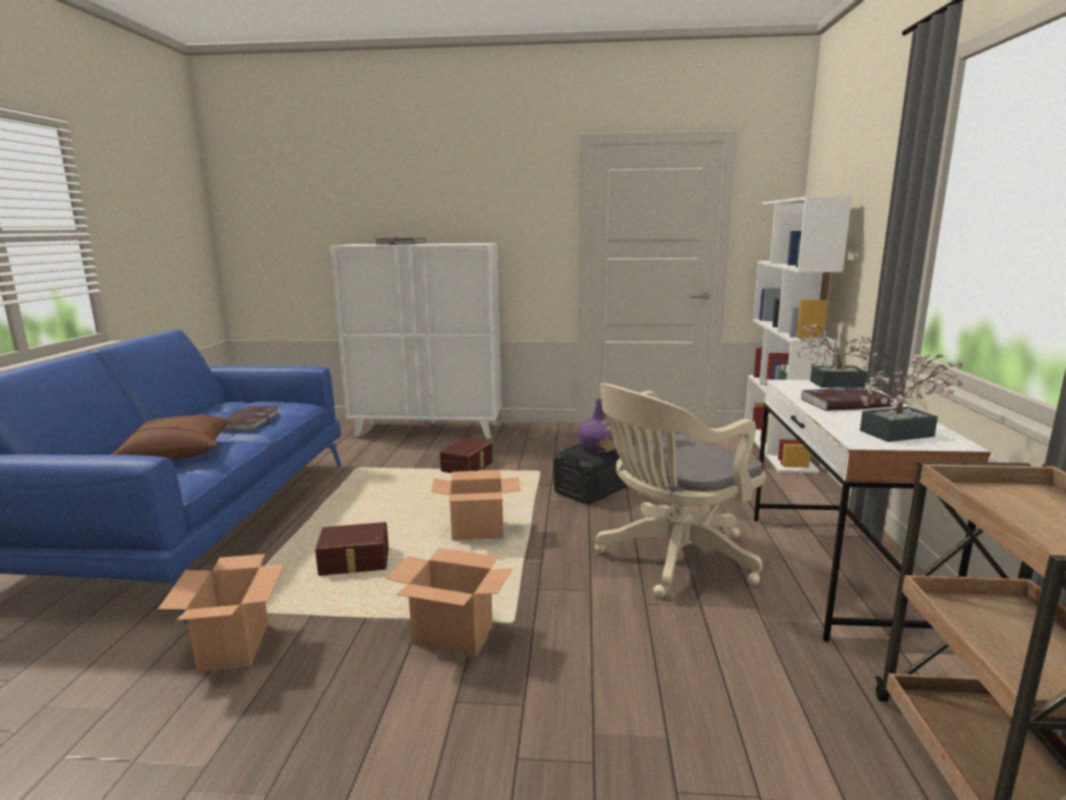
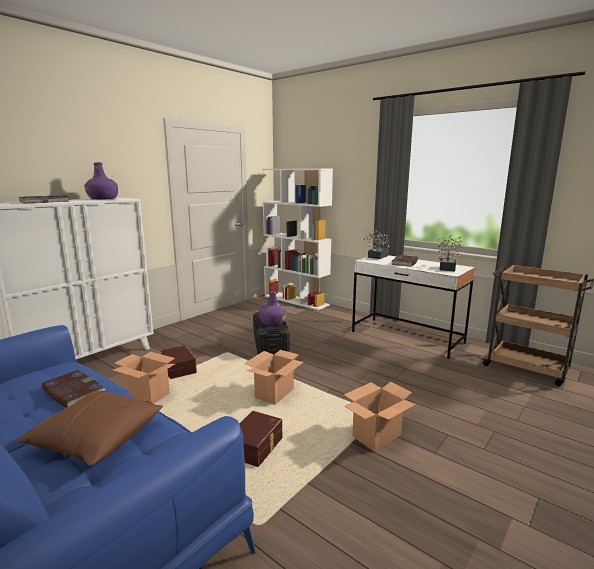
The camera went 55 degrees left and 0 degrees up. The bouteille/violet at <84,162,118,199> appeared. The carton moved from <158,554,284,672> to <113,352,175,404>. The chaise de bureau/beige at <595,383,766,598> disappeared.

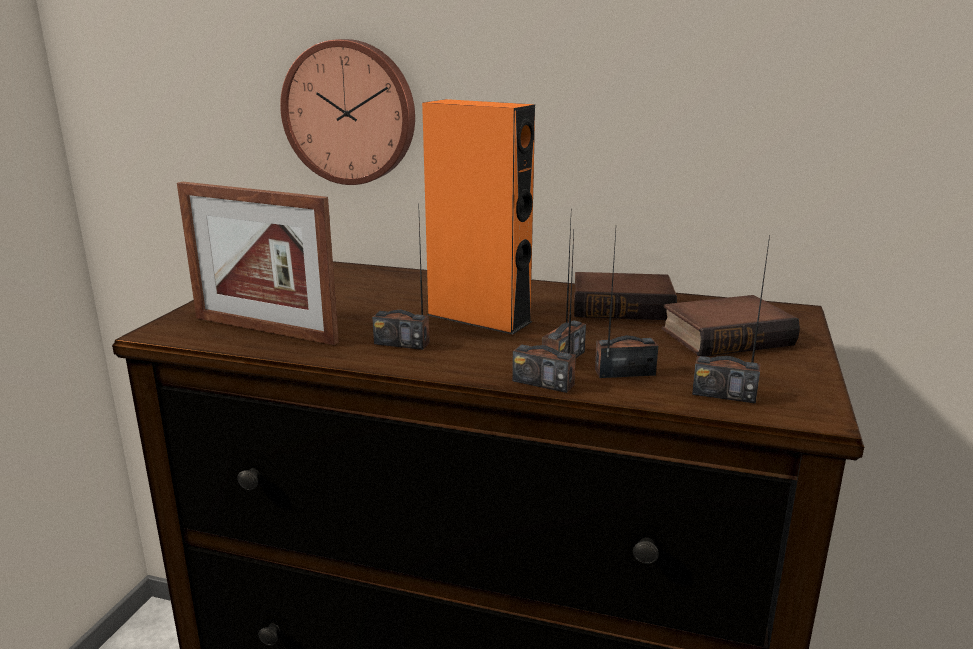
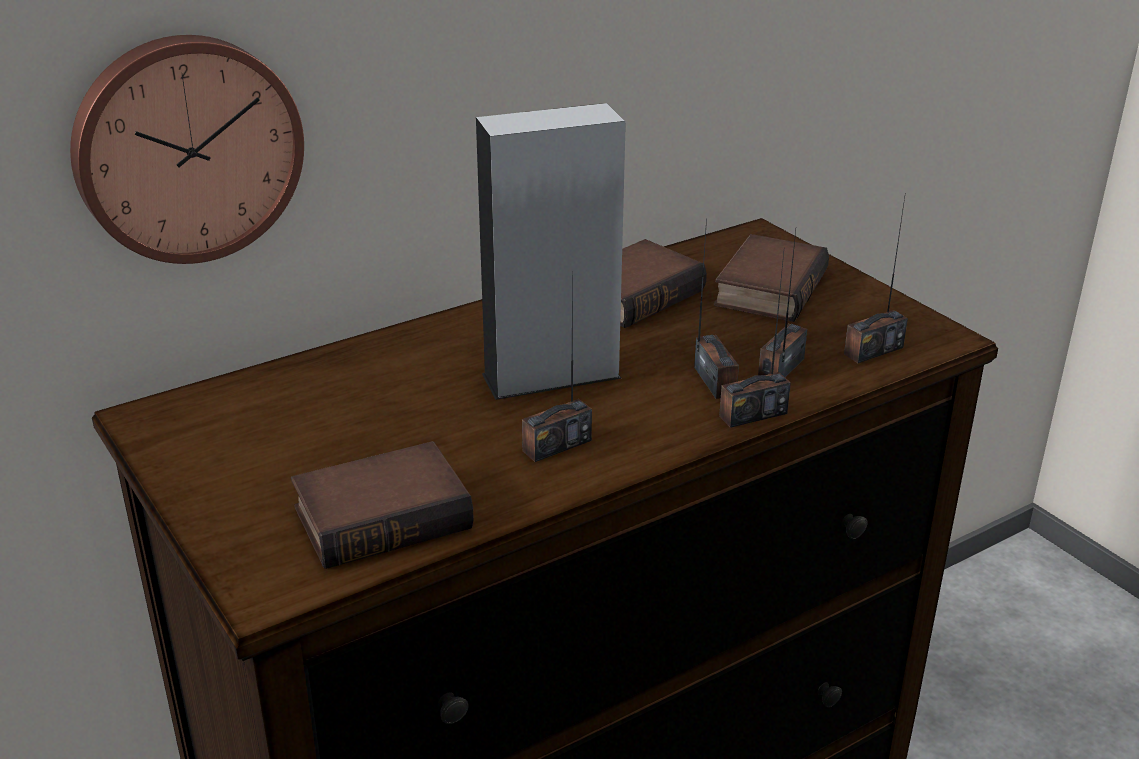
The camera went 50 degrees left and 10 degrees up. The cadre photo at <177,182,339,345> was replaced by the livre at <291,441,474,569>. The enceinte/orange at <422,99,535,335> became the enceinte/gris at <476,103,626,400>.

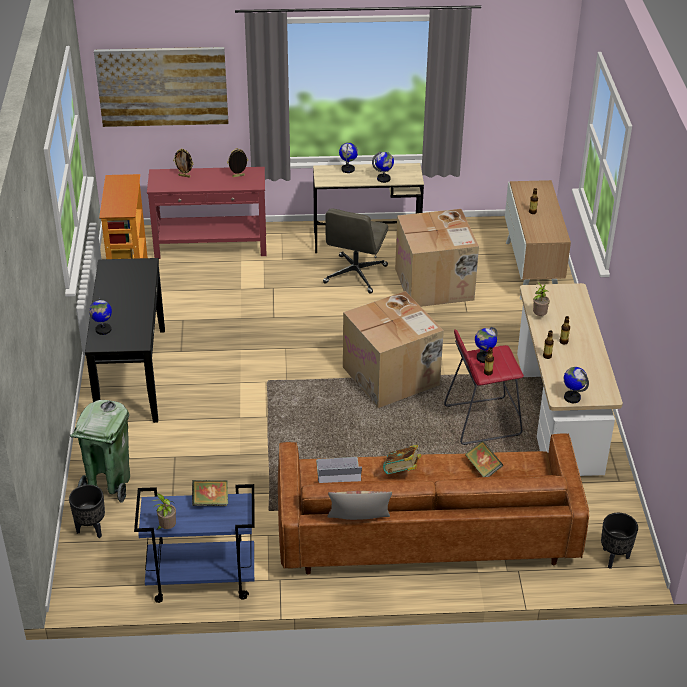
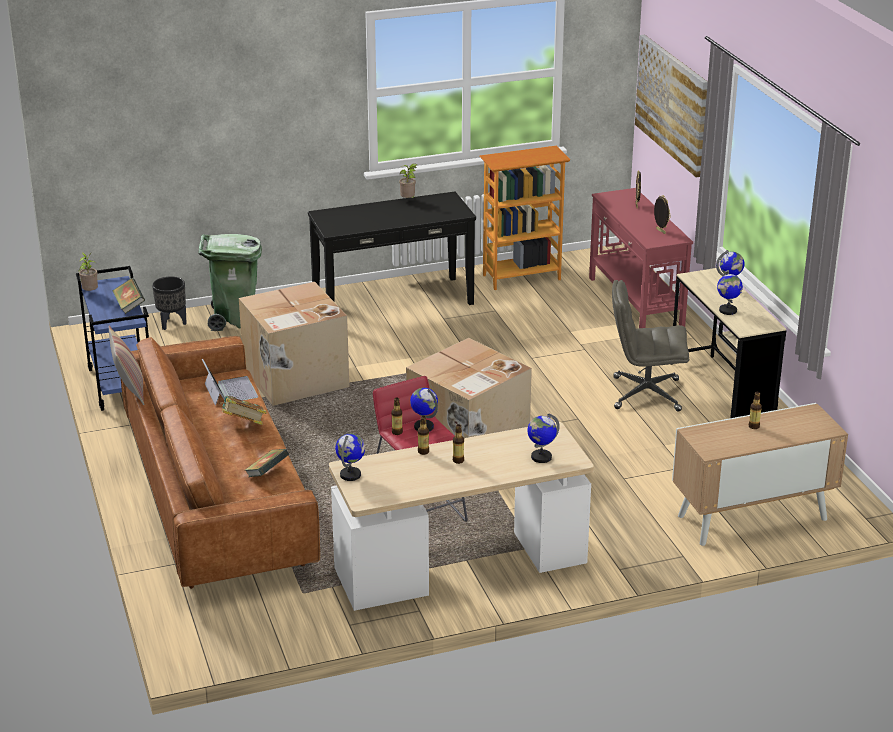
The camera went 75 degrees right and 10 degrees down. The carton moved from <395,209,479,307> to <239,282,349,406>. The plante en pot moved from <533,282,550,316> to <399,164,417,198>. The globe moved from <89,297,112,335> to <527,414,560,463>. The cache-pot/noir at <601,513,638,569> disappeared.

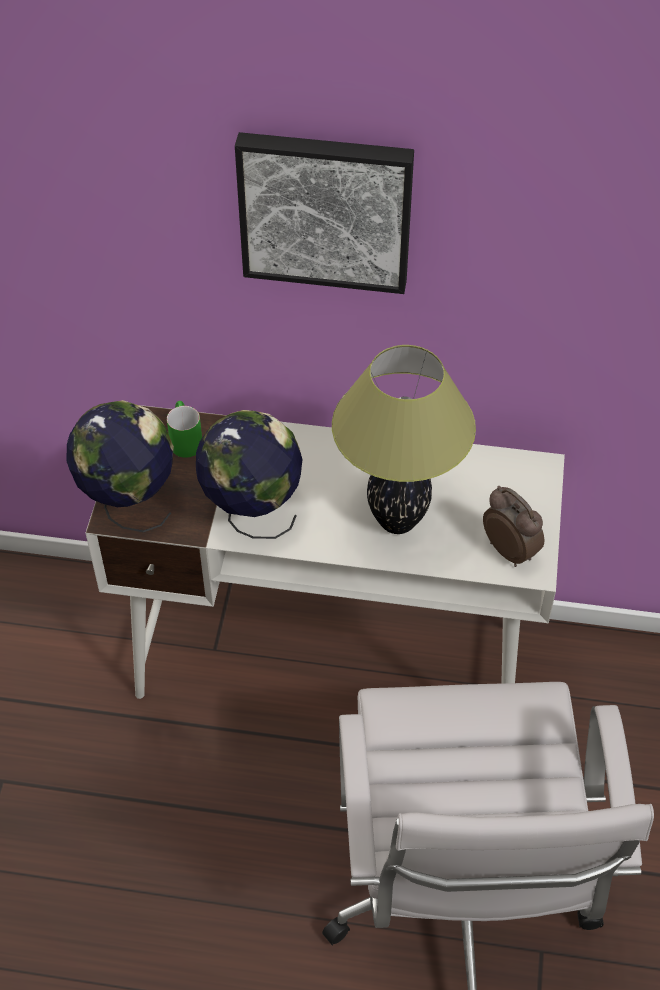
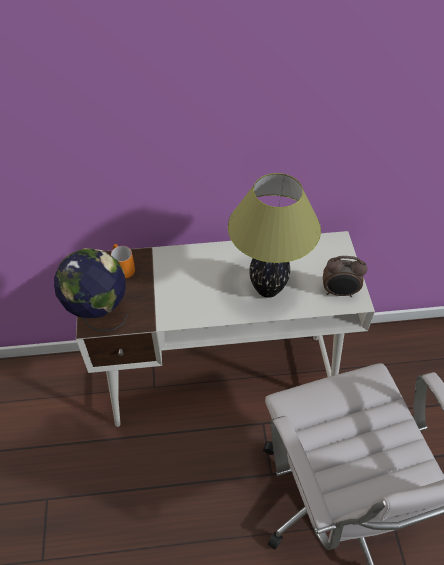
The camera went 15 degrees left and 0 degrees up. The mug/vert at <167,401,202,458> became the mug/orange at <111,244,135,278>. The réveil at <483,486,544,567> turned 150 degrees clockwise. The globe at <196,410,302,539> disappeared. The tableau at <235,132,414,294> disappeared.

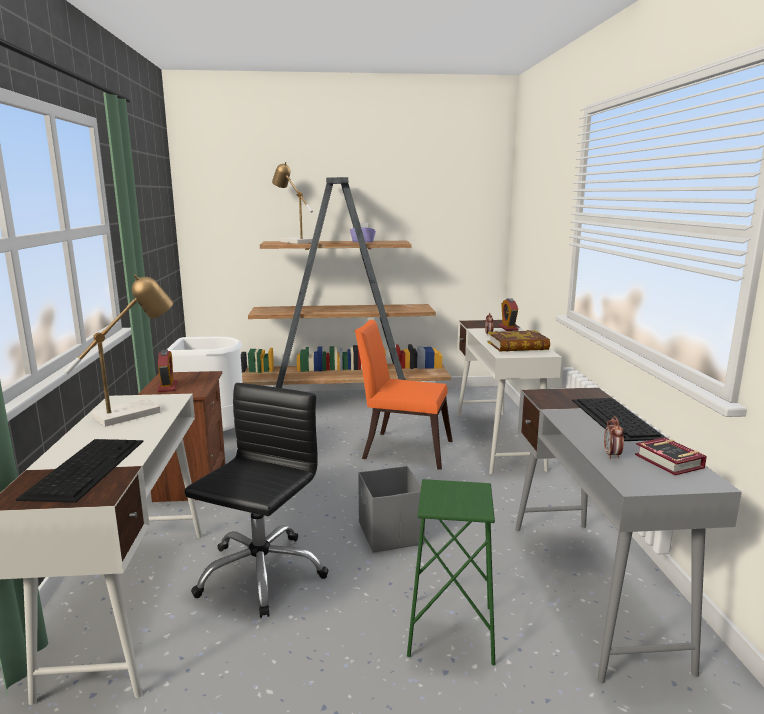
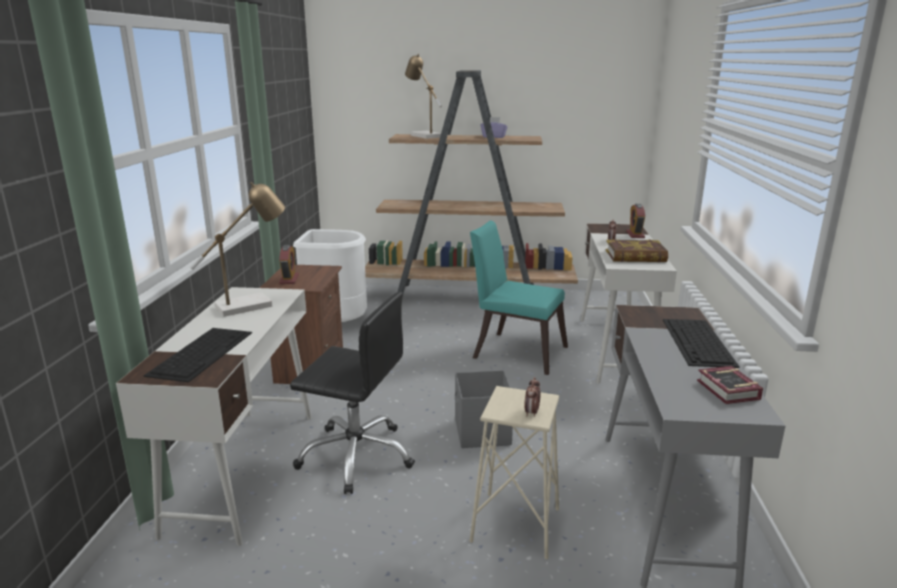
The camera went 10 degrees right and 5 degrees up. The chaise de bureau/noir at <185,383,329,618> turned 75 degrees clockwise. The tabouret/vert at <407,479,495,665> became the tabouret/beige at <469,386,559,559>. The chaise/orange at <355,320,452,470> became the chaise/turquoise at <470,221,568,375>. The réveil moved from <604,416,624,459> to <524,377,541,417>.

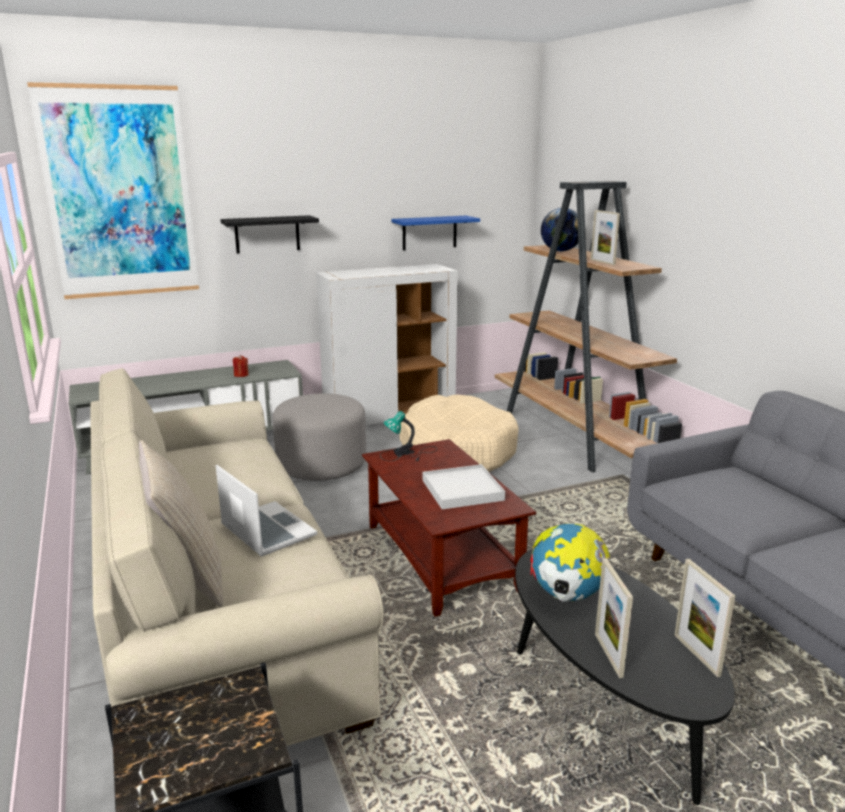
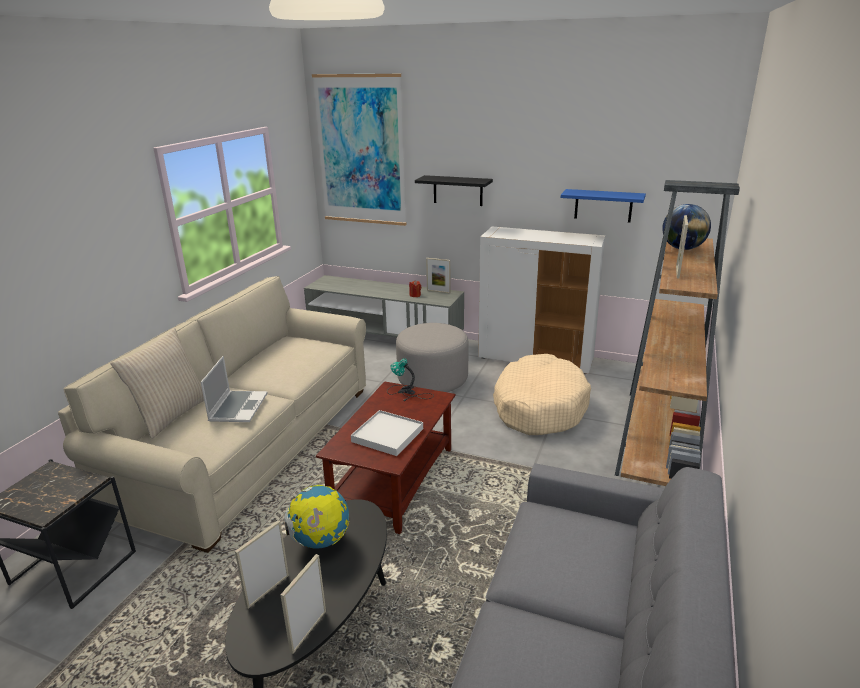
The camera went 45 degrees right and 5 degrees up. The cadre photo at <426,258,450,293> appeared.

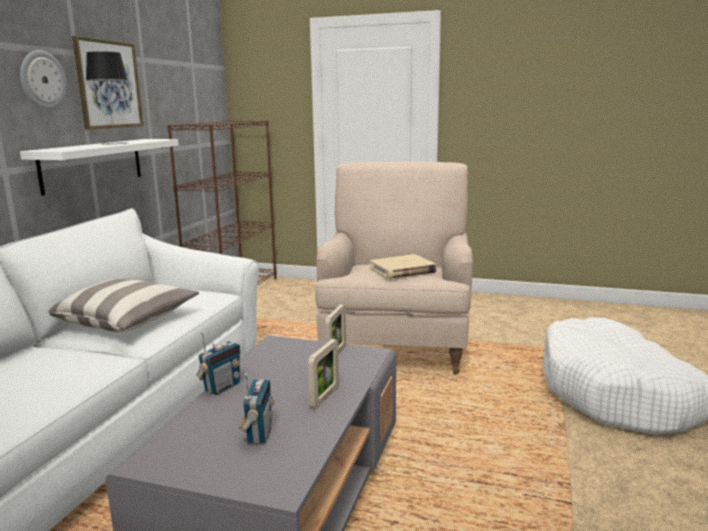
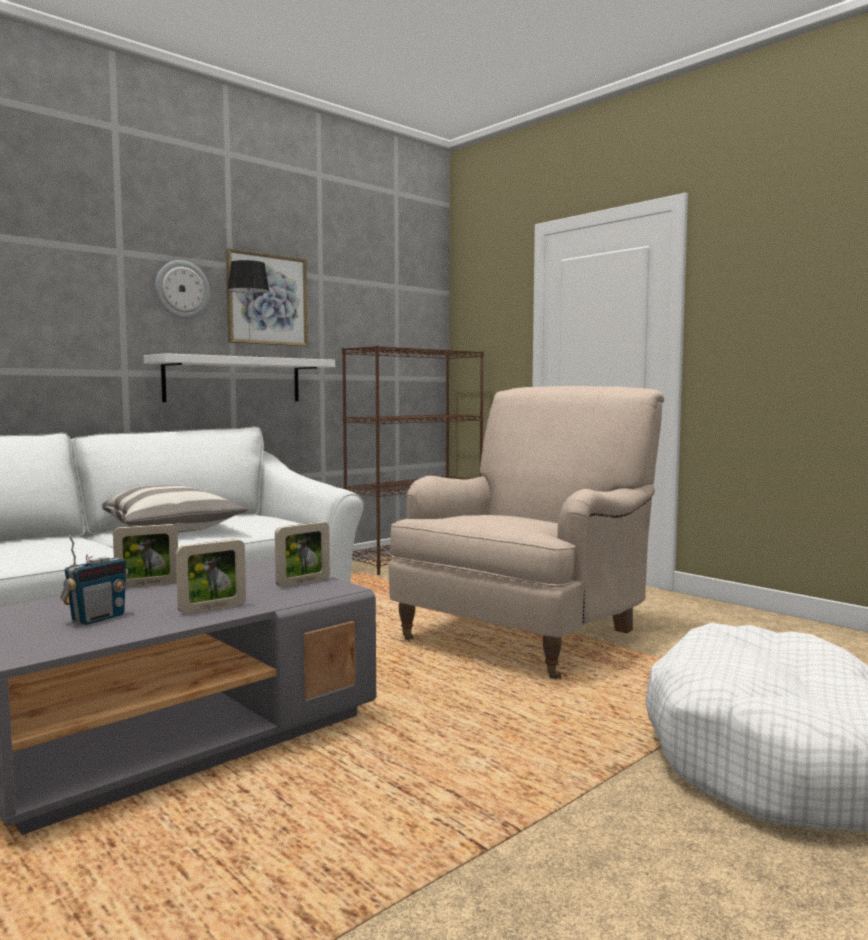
The camera went 30 degrees right and 10 degrees down. The radio at <196,331,241,395> was replaced by the cadre photo at <113,524,178,588>. The livre/beige at <370,254,437,279> disappeared.

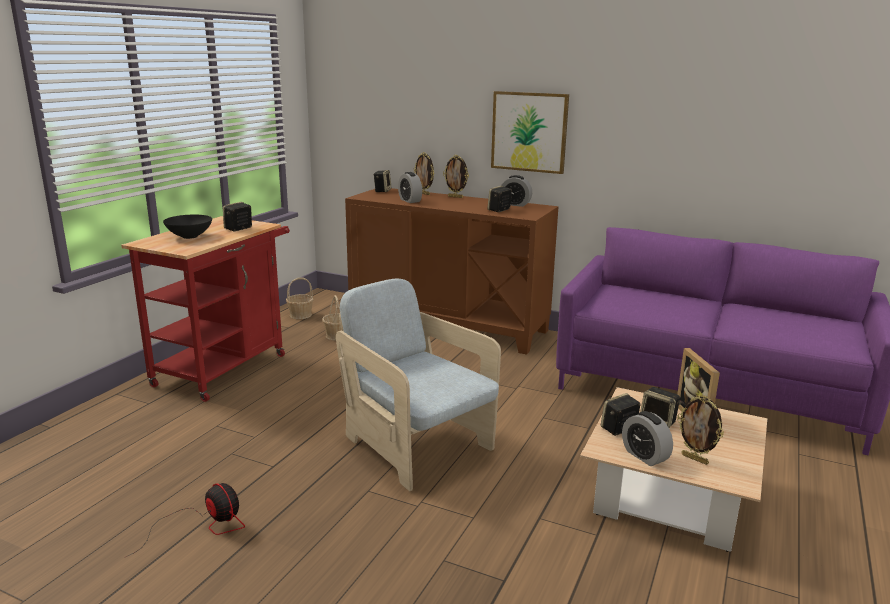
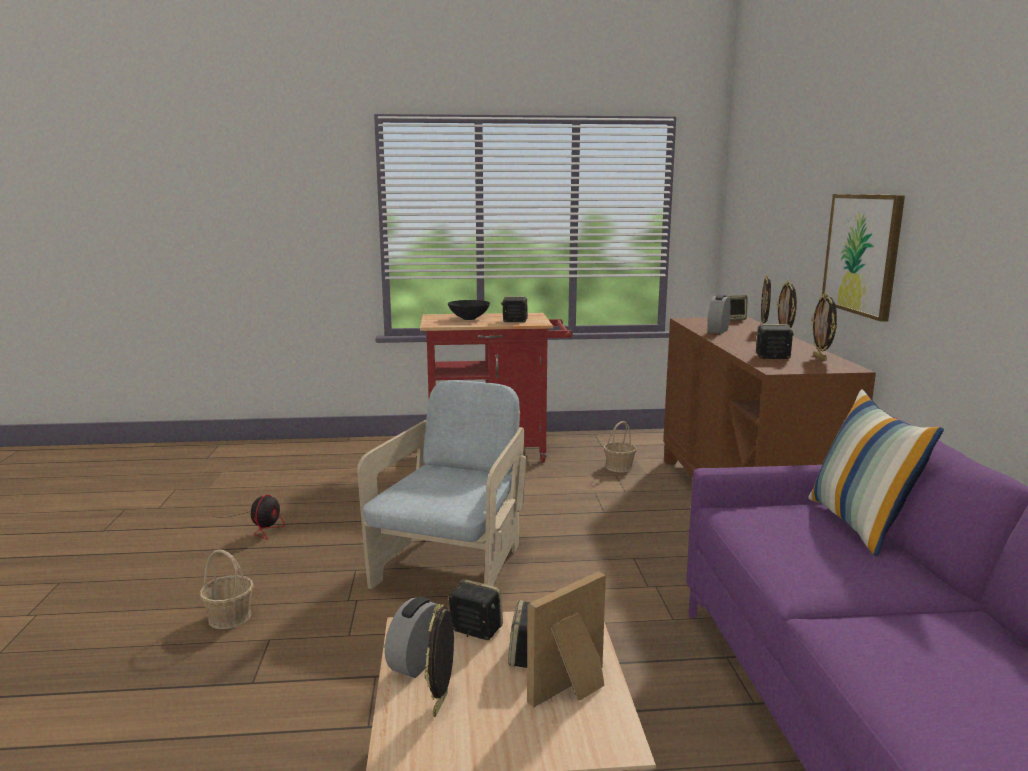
The camera went 60 degrees right and 5 degrees down. The panier moved from <286,278,314,319> to <200,550,254,629>. The coussin at <808,389,944,556> appeared. The réveil at <501,175,532,207> was replaced by the cadre photo at <811,293,837,361>.

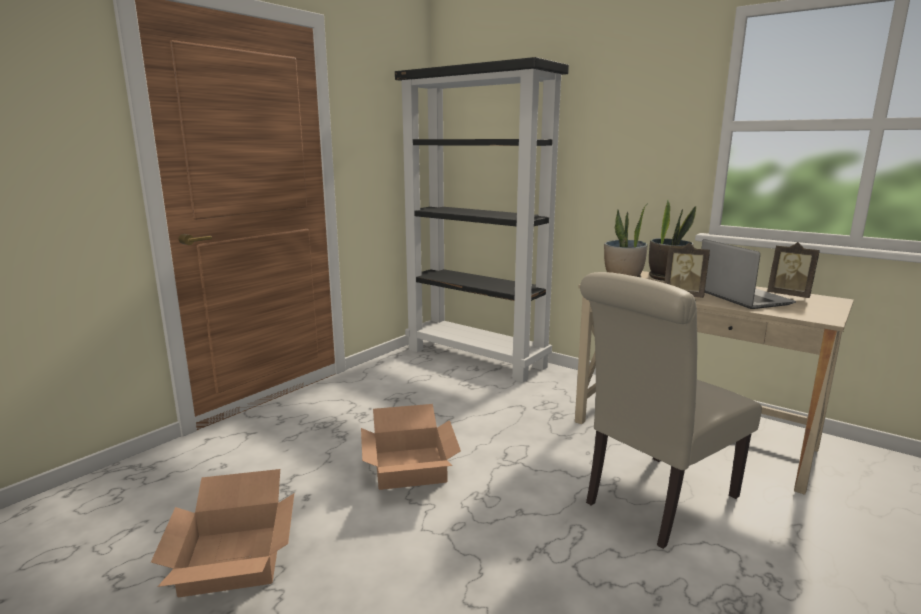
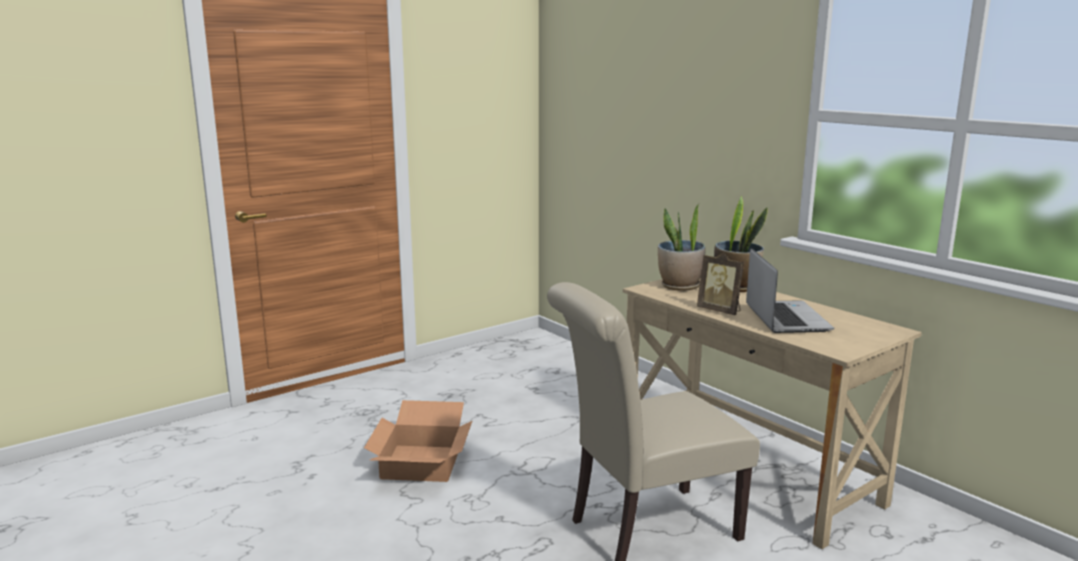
The camera went 15 degrees right and 0 degrees up. The carton at <151,469,294,597> disappeared. The bibliothèque/noir at <395,57,569,383> disappeared. The cadre photo at <767,242,820,298> disappeared.

